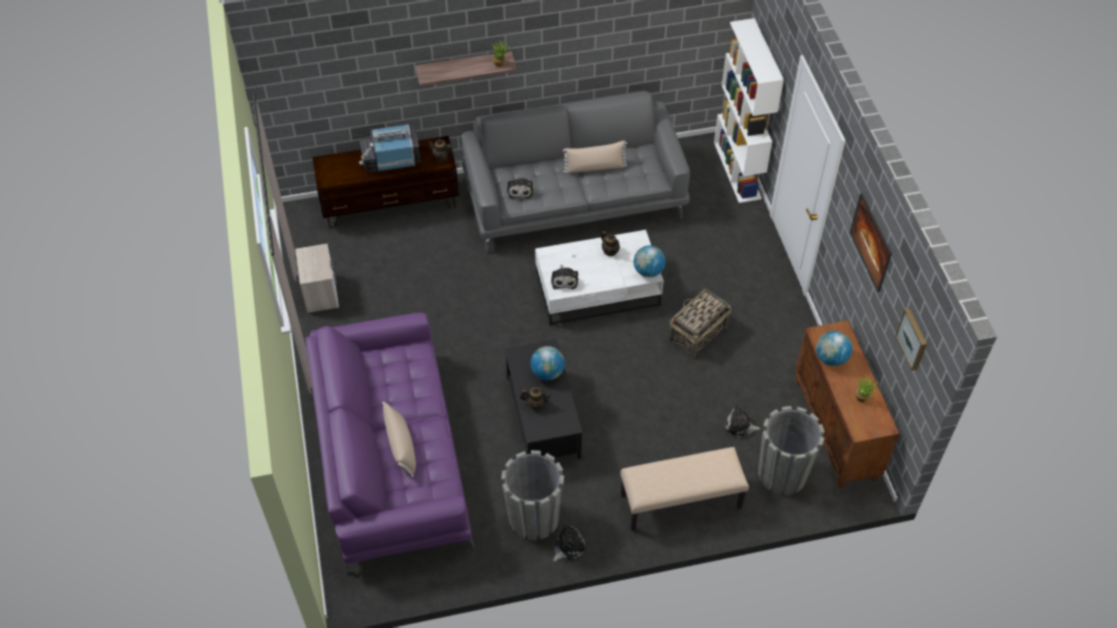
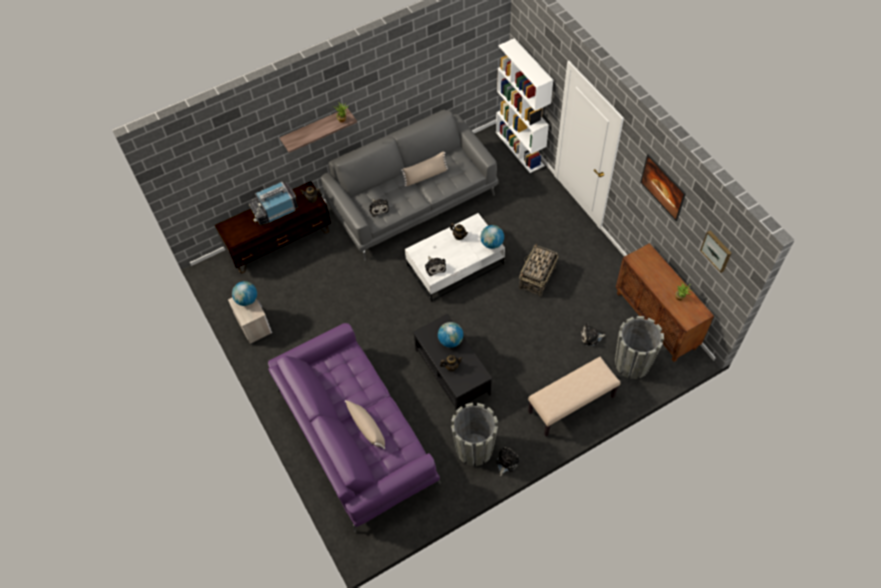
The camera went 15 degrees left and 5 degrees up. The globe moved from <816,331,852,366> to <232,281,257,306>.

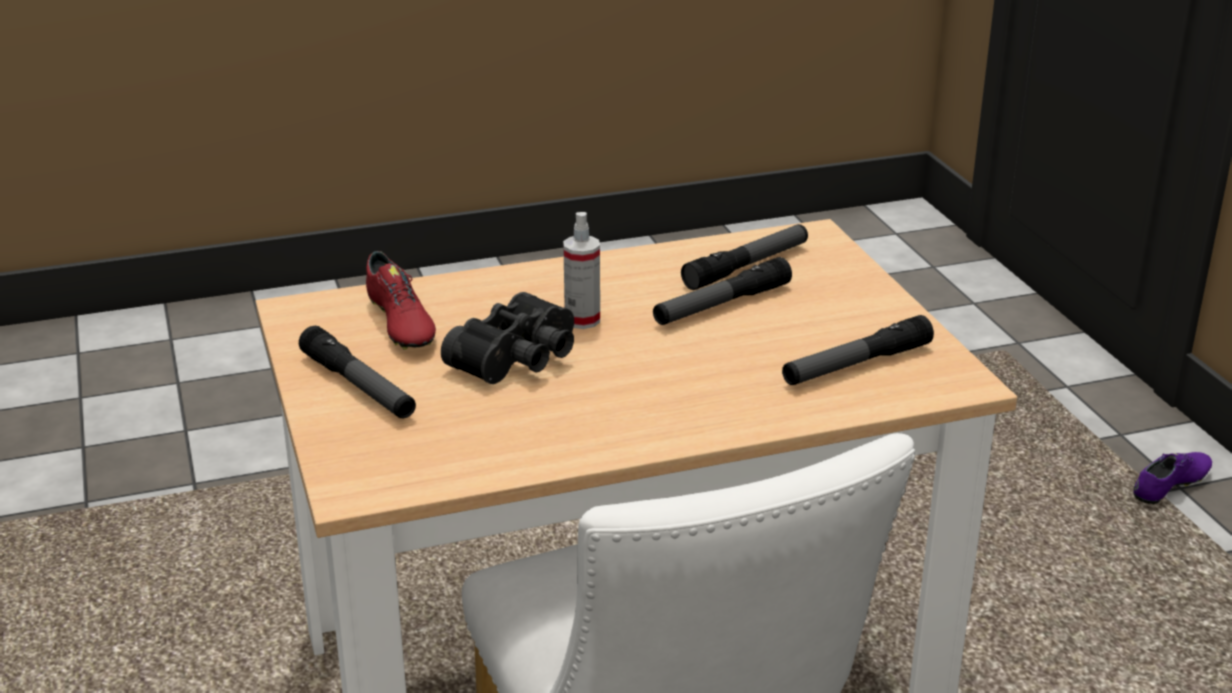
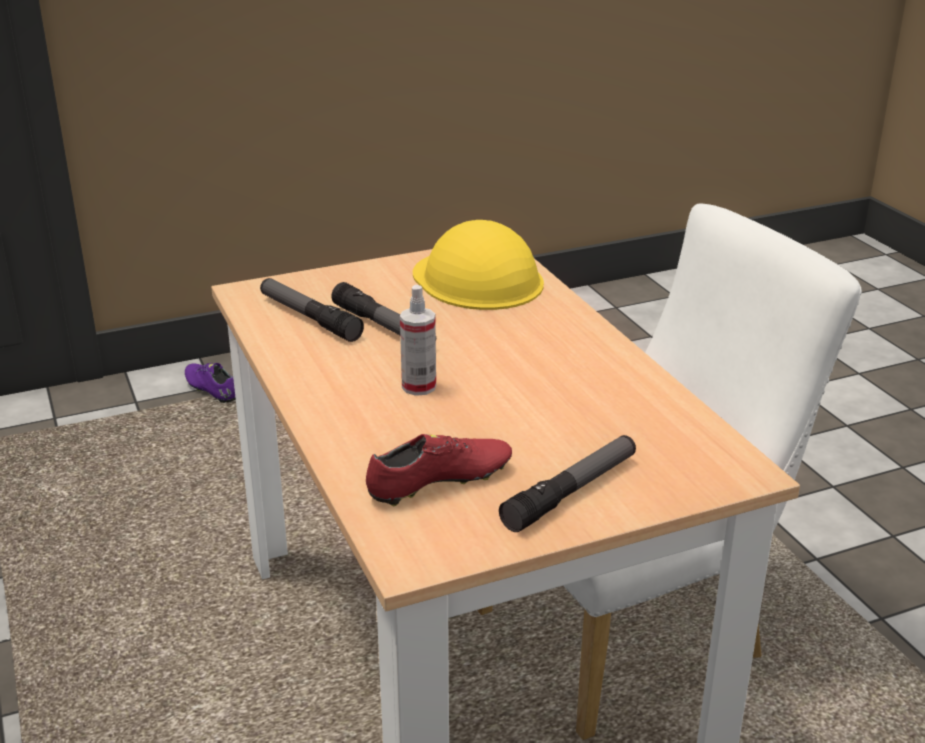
The camera went 95 degrees left and 0 degrees up. The lampe de poche at <782,315,934,385> was replaced by the casque de chantier/jaune at <413,220,544,310>. The jumelles/noir at <441,292,574,384> disappeared.

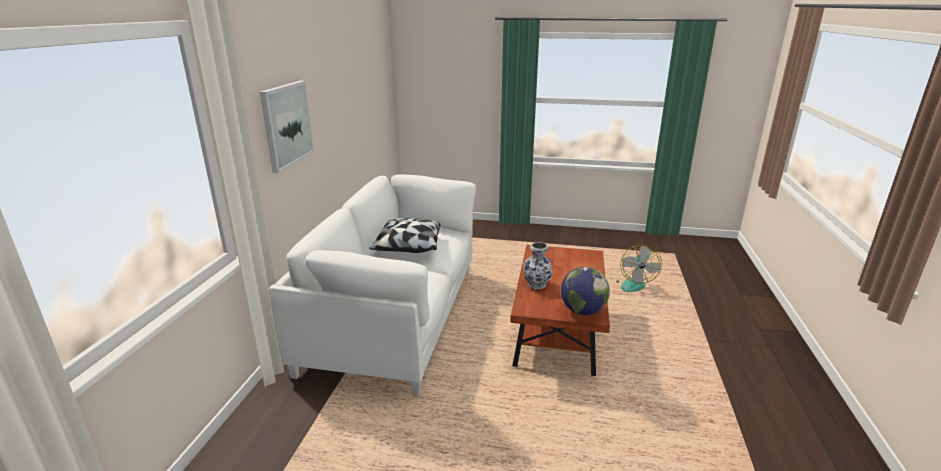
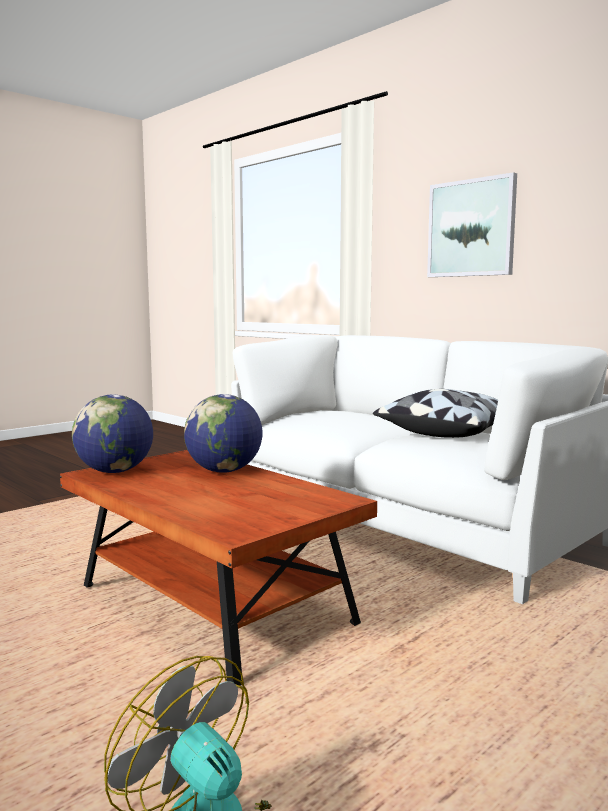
The camera went 125 degrees right and 15 degrees down. The vase at <523,242,553,289> was replaced by the globe at <184,394,263,473>.

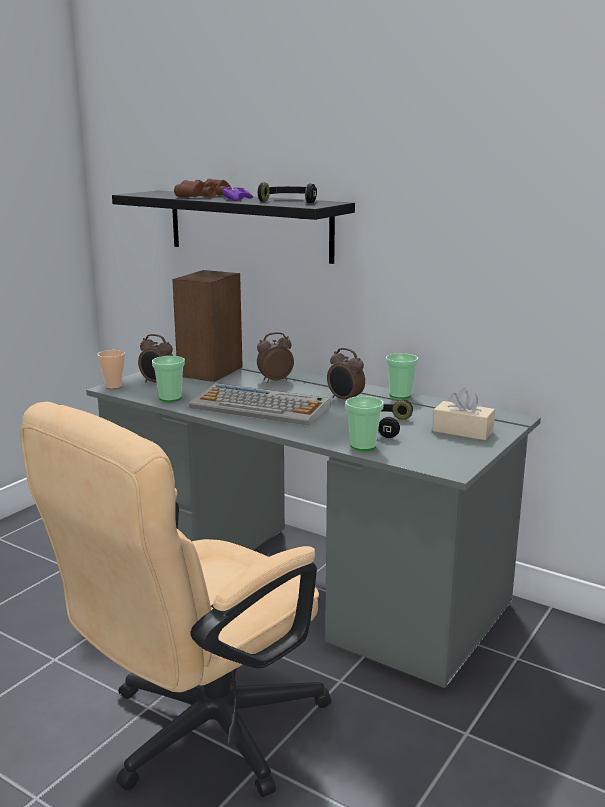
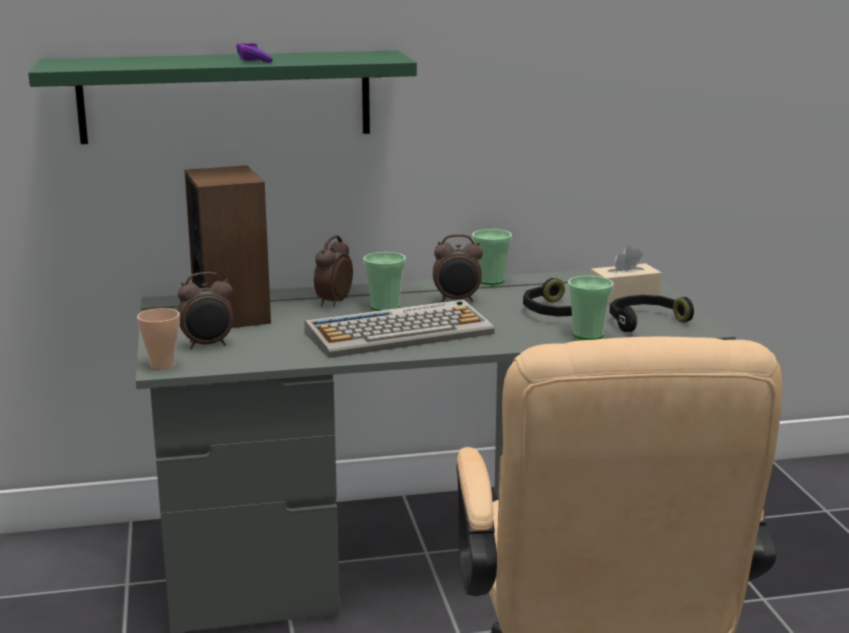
The camera went 45 degrees left and 0 degrees up. The étagère/noir at <112,190,355,264> became the étagère/vert at <28,51,417,144>. The tasse moved from <152,356,185,402> to <363,252,406,311>. The casque audio/noir moved from <258,182,317,203> to <610,295,694,332>. The jumelles/marron at <174,179,232,198> disappeared.

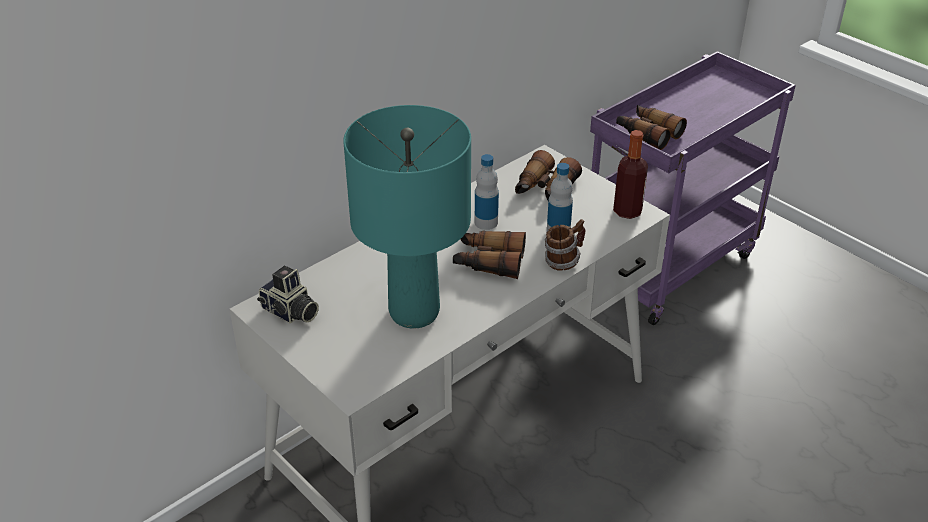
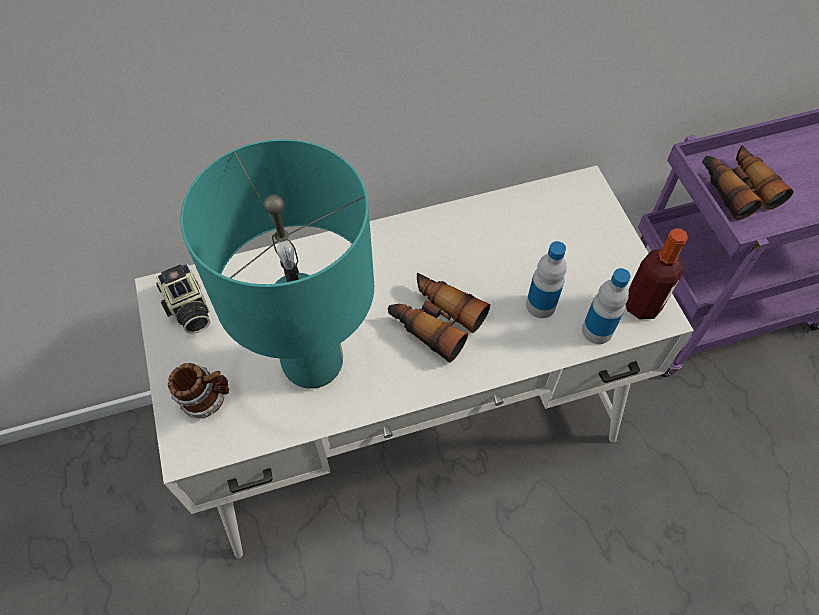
The camera went 25 degrees right and 20 degrees up. The mug moved from <545,219,586,271> to <168,363,229,418>. The bouteille moved from <475,154,499,230> to <582,268,631,344>. The jumelles at <515,150,582,201> disappeared.

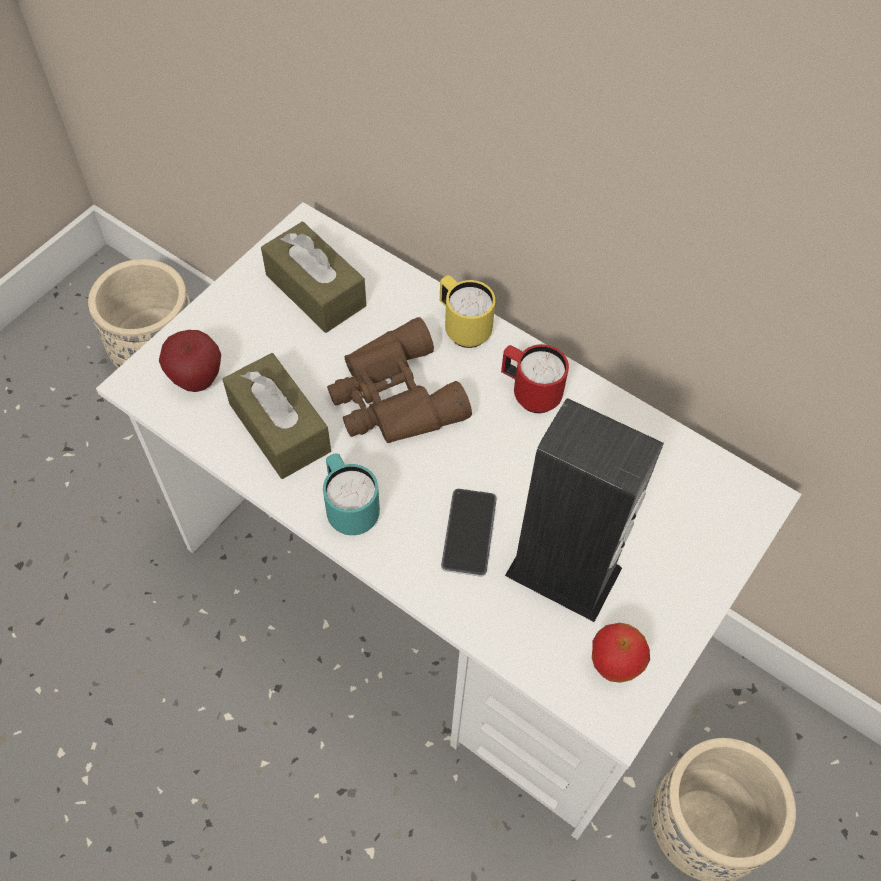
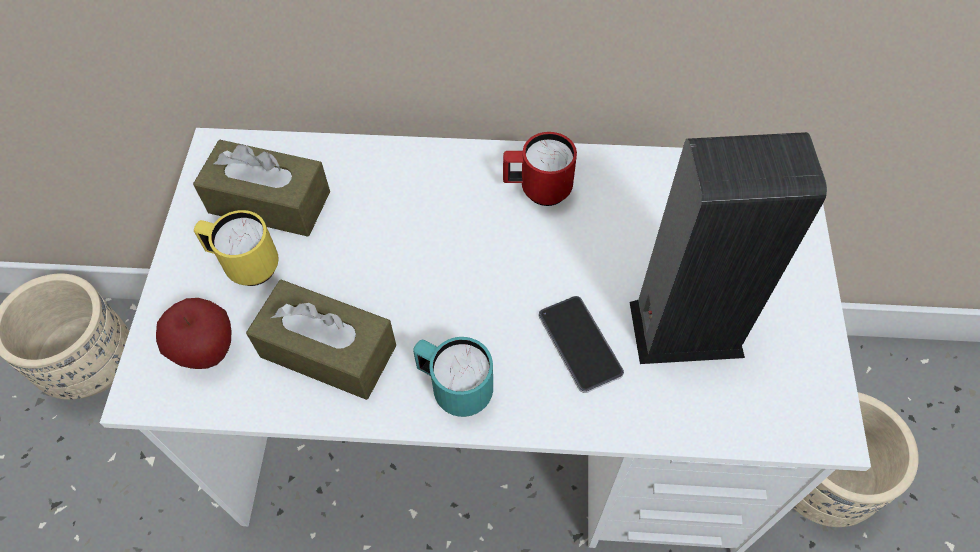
The camera went 30 degrees left and 0 degrees up. The mug/jaune moved from <440,275,495,348> to <194,210,279,286>. The jumelles/marron at <327,317,472,443> disappeared. The pomme at <592,623,650,682> disappeared.

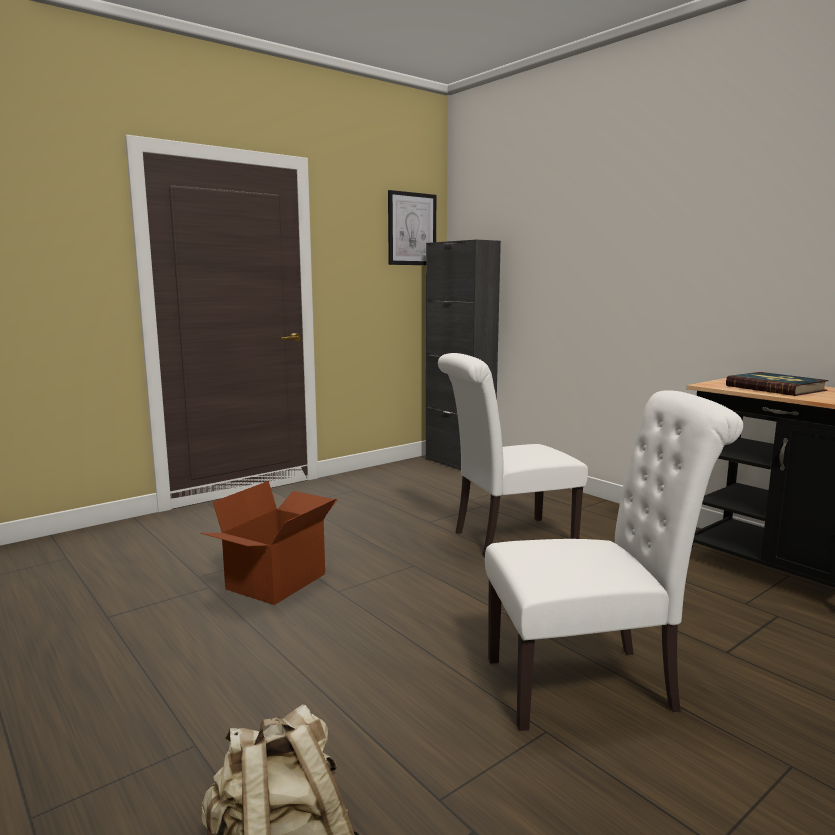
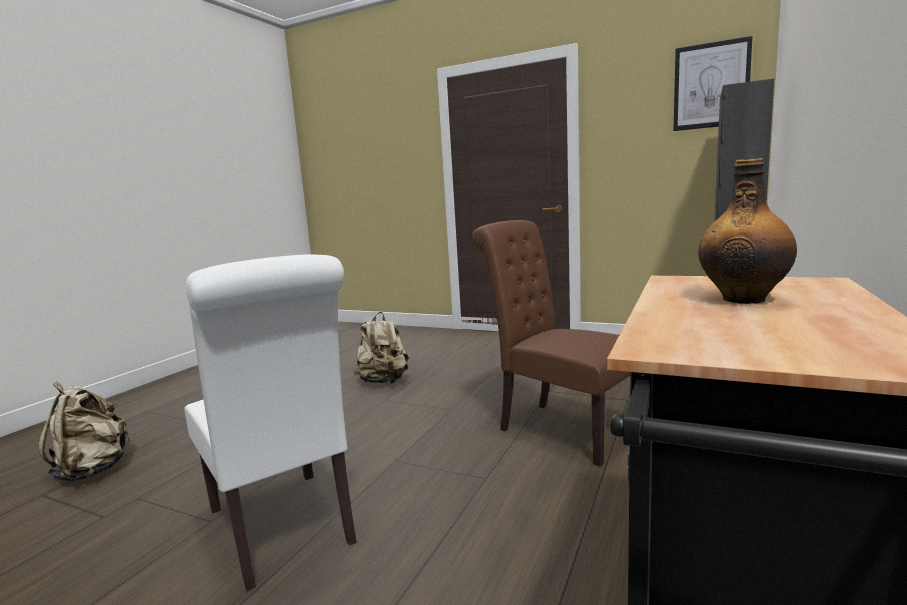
The camera went 65 degrees right and 0 degrees up. The carton at <200,481,337,605> was replaced by the sac à dos/beige at <354,312,409,384>. The chaise/blanc at <438,353,588,557> became the chaise/marron at <472,220,630,466>. The livre at <726,372,829,396> was replaced by the bouteille at <698,158,797,304>.

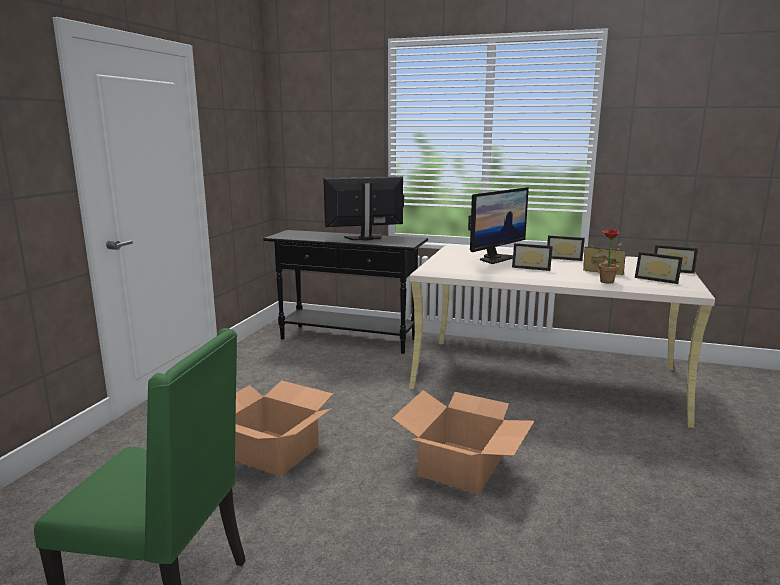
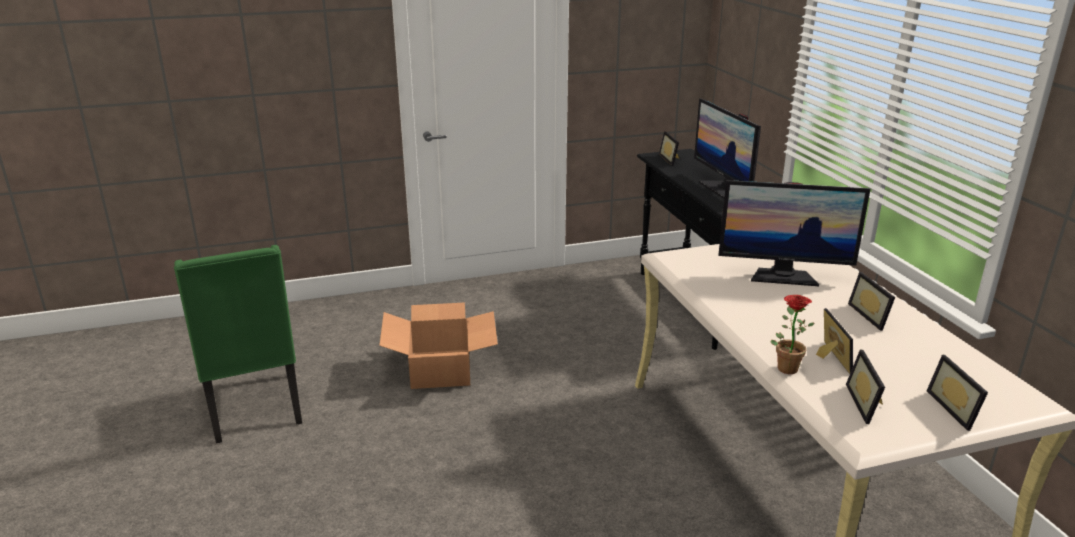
The camera went 55 degrees right and 10 degrees up. The cadre photo moved from <512,243,553,271> to <659,131,679,166>. The écran d'ordinateur at <323,176,404,240> turned 150 degrees counterclockwise. The carton at <392,390,534,494> disappeared.

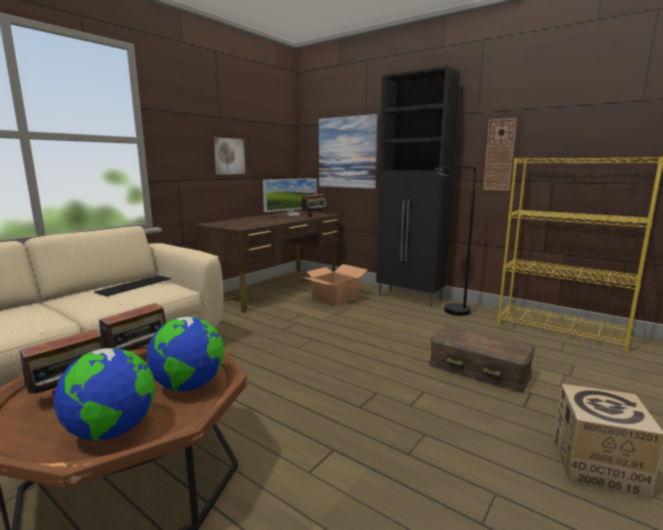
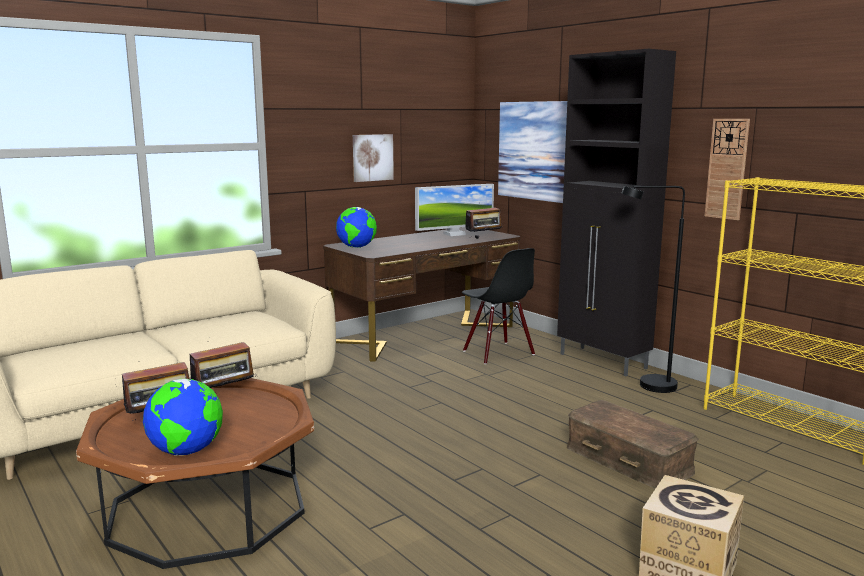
The camera went 15 degrees right and 0 degrees up. The globe moved from <146,317,224,392> to <336,207,377,248>. The carton at <301,264,367,306> was replaced by the chaise/noir at <462,248,535,364>. The clavier at <94,275,171,296> disappeared.

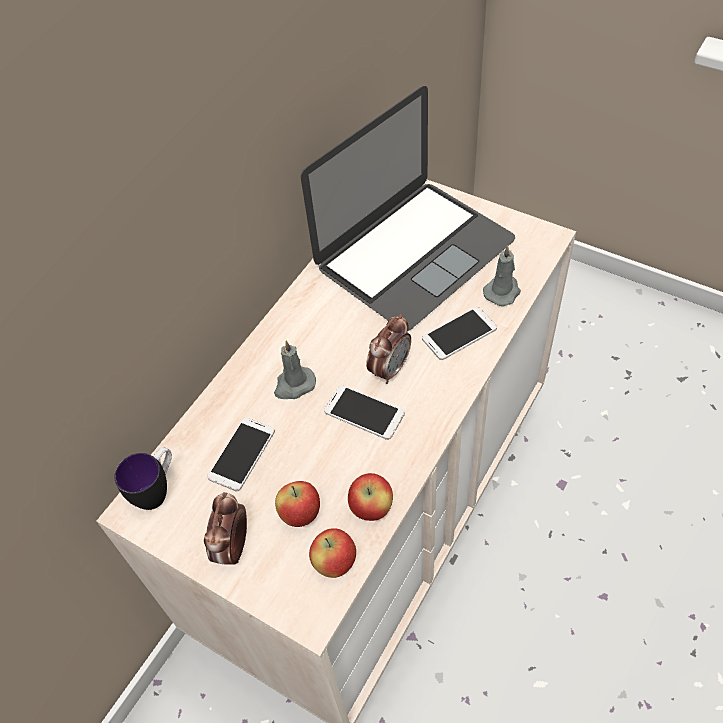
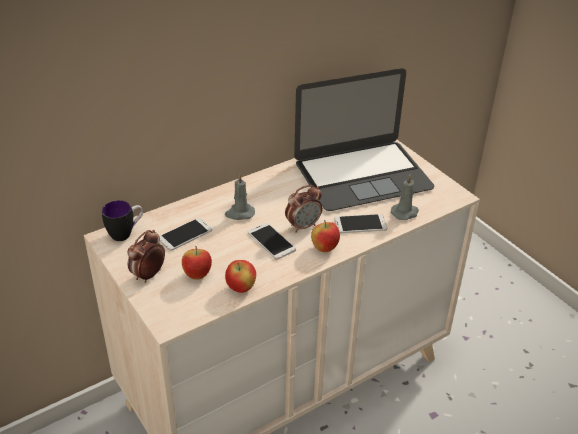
The camera went 20 degrees right and 15 degrees down. The pomme moved from <309,528,356,578> to <311,220,340,252>.

